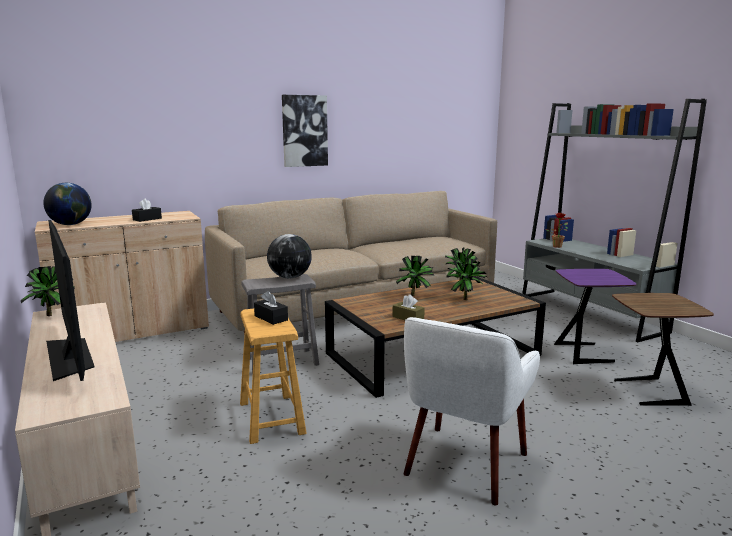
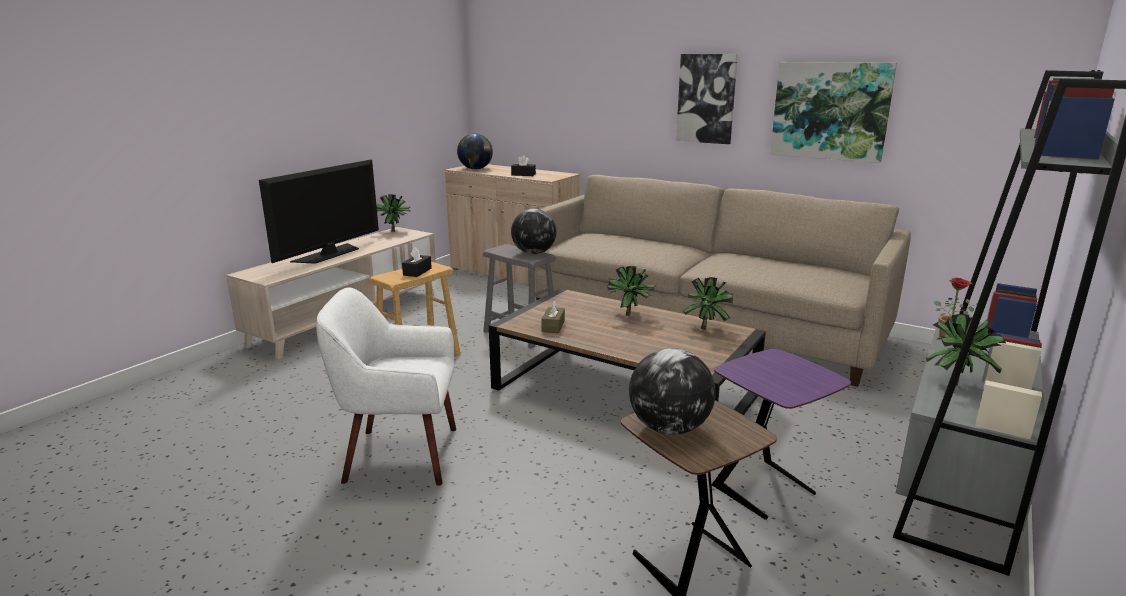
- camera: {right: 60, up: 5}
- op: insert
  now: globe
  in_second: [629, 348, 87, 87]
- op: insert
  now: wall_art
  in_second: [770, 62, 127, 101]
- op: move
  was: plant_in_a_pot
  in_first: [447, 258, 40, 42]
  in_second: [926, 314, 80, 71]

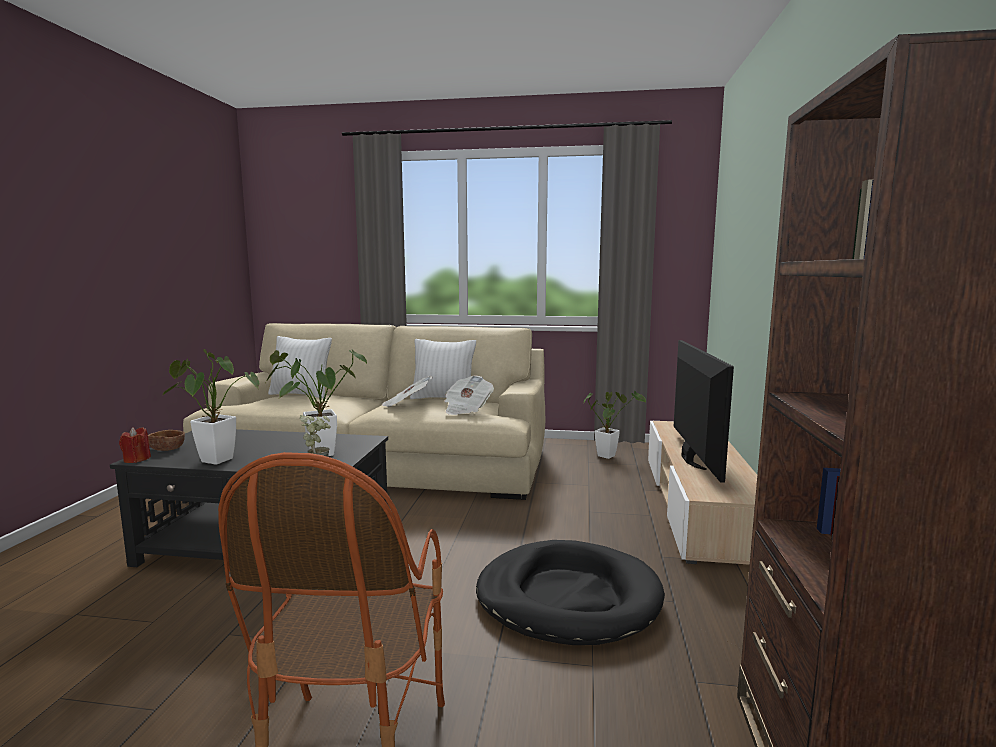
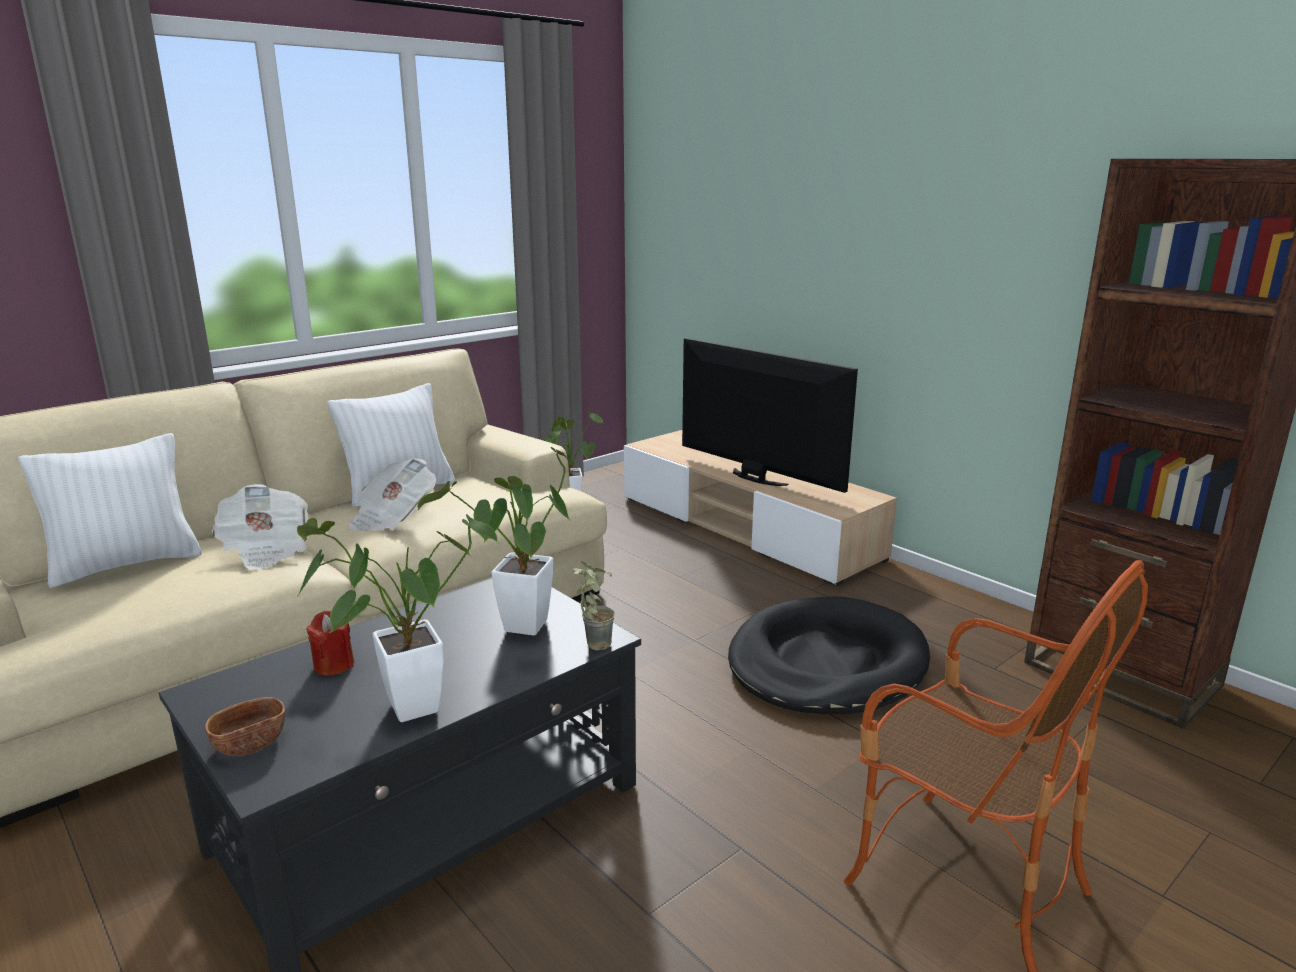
- camera: {right: -50, up: 10}
- op: move
  was: newspaper
  in_first: [444, 376, 50, 39]
  in_second: [212, 484, 97, 86]
- op: move
  was: red_candle
  in_first: [119, 427, 32, 36]
  in_second: [306, 611, 48, 65]

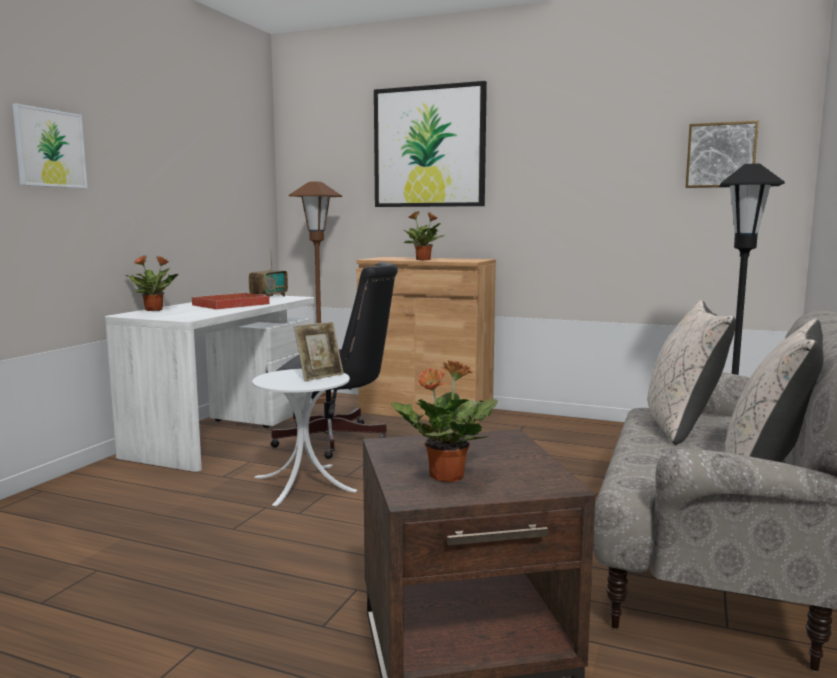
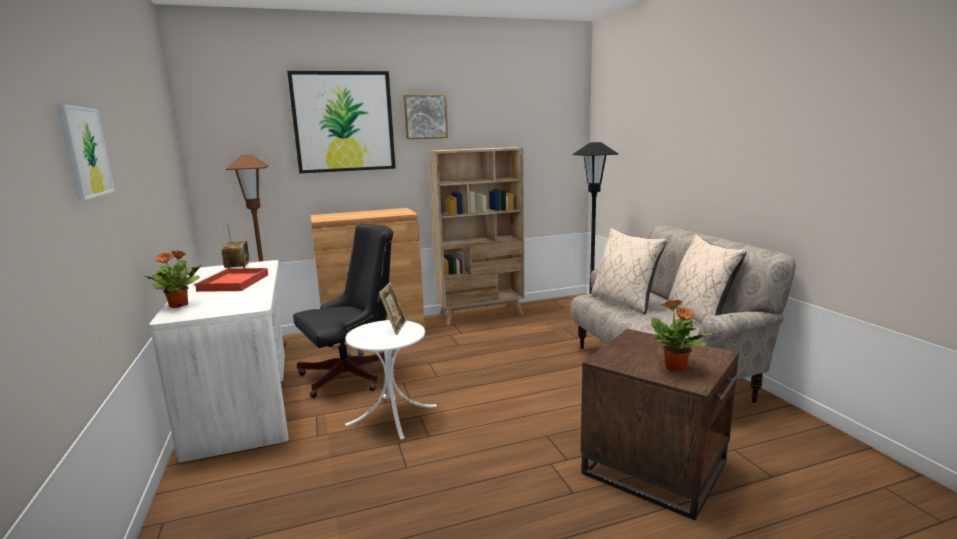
- camera: {right: -40, up: 5}
- op: move
  was: wall_art
  in_first: [685, 121, 74, 67]
  in_second: [403, 94, 45, 45]
- op: insert
  now: beige-coloured_shelving_unit
  in_second: [428, 147, 97, 179]
- op: delete
  was: plant_in_a_pot
  in_first: [402, 211, 43, 49]

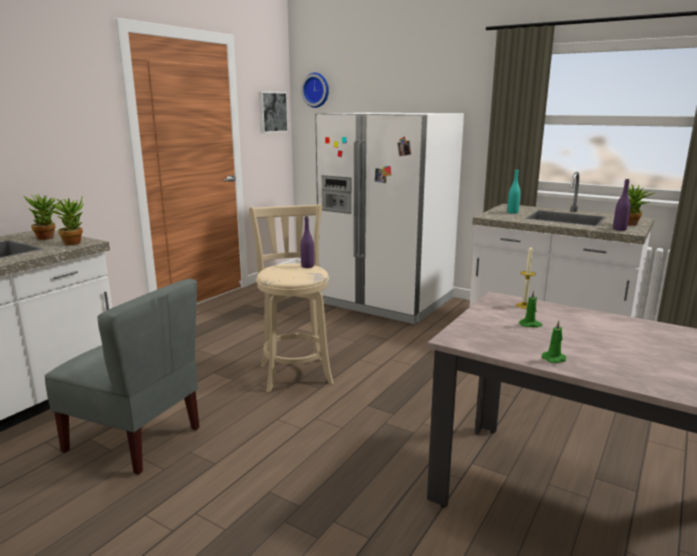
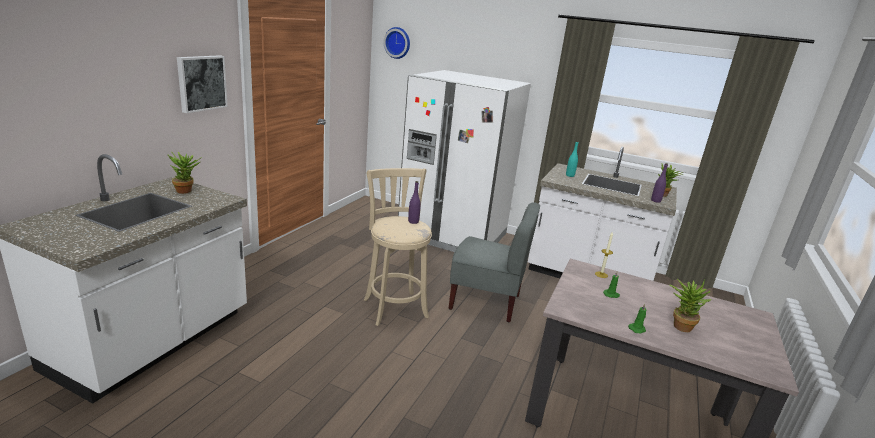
- camera: {right: -10, up: 5}
- op: move
  was: wall_art
  in_first: [258, 91, 30, 42]
  in_second: [177, 55, 51, 58]
- op: move
  was: greyish_plain_chair
  in_first: [45, 279, 154, 196]
  in_second: [448, 202, 92, 120]
- op: move
  was: plant_in_a_pot
  in_first: [48, 198, 36, 47]
  in_second: [669, 279, 43, 53]

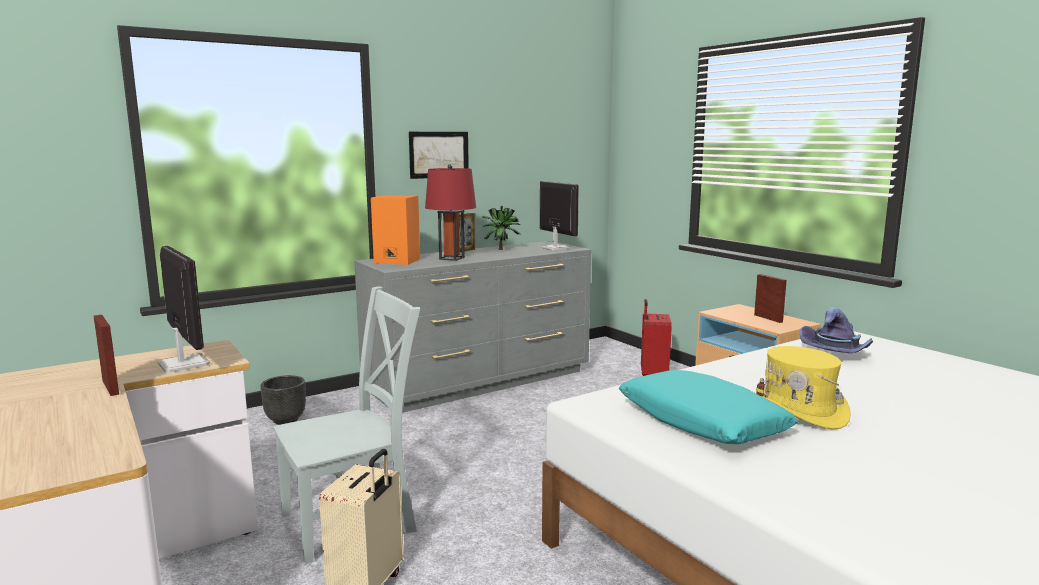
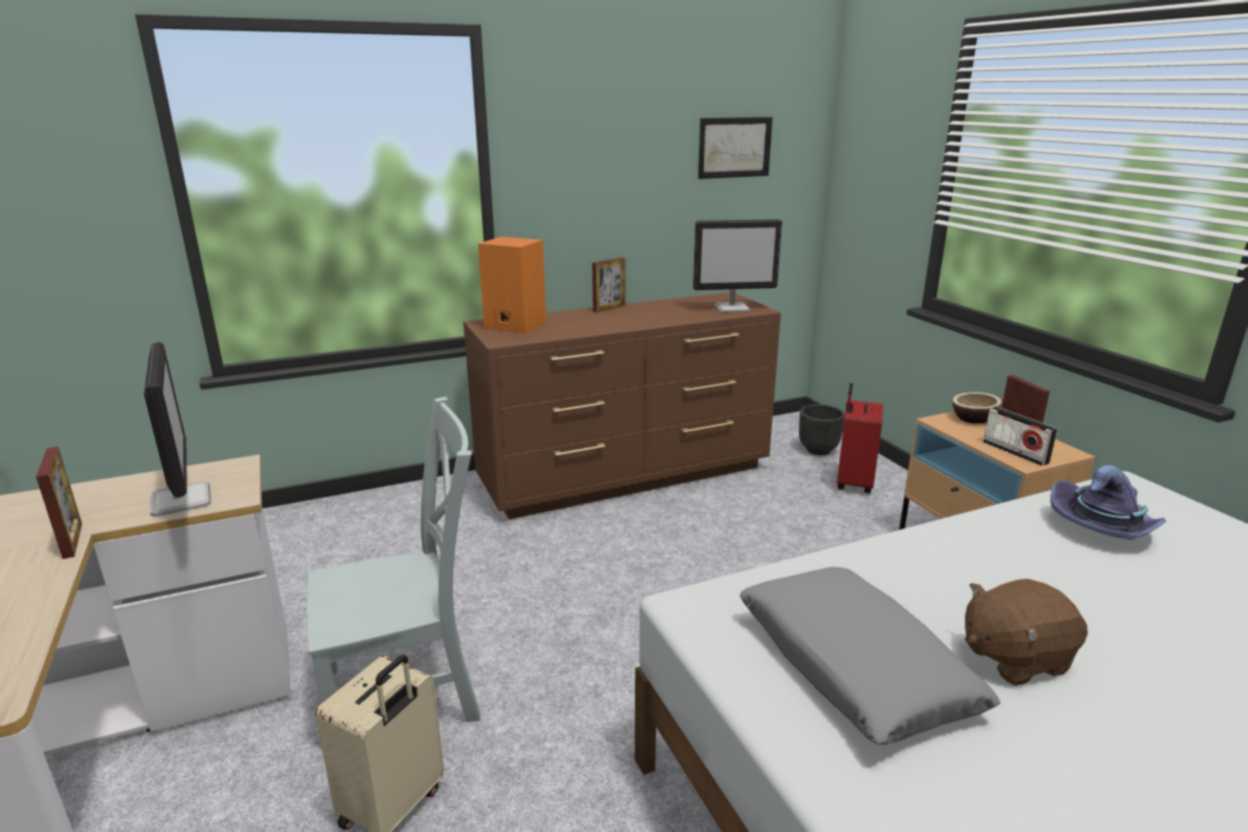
- camera: {right: 10, up: 10}
- op: recolor
  was: greyish_drawer_chest
  now: brown_drawer_chest
  in_first: [354, 241, 237, 172]
  in_second: [463, 292, 318, 227]
- op: rotate
  was: computer_display
  in_first: [540, 181, 39, 70]
  in_second: [693, 219, 89, 93]
  clockwise: 105
- op: move
  was: wall_art
  in_first: [409, 132, 60, 47]
  in_second: [698, 117, 75, 62]
- op: recolor
  was: turquoise-coloured_throw_pillow
  now: greyish_throw_pillow
  in_first: [619, 370, 179, 74]
  in_second: [739, 567, 262, 178]
- op: move
  was: blackish_plant_pot
  in_first: [261, 375, 45, 50]
  in_second: [799, 404, 46, 51]
- op: insert
  now: serving_bowl
  in_second: [952, 392, 50, 32]
- op: replace
  was: yellow_clothing_hat
  now: brown_soft_toy
  in_first: [756, 346, 95, 84]
  in_second: [965, 579, 123, 107]
- op: insert
  now: radio
  in_second: [983, 407, 75, 59]
- op: delete
  was: red_table_lamp
  in_first: [425, 164, 51, 97]
- op: delete
  was: plant_in_a_pot
  in_first: [482, 206, 39, 44]

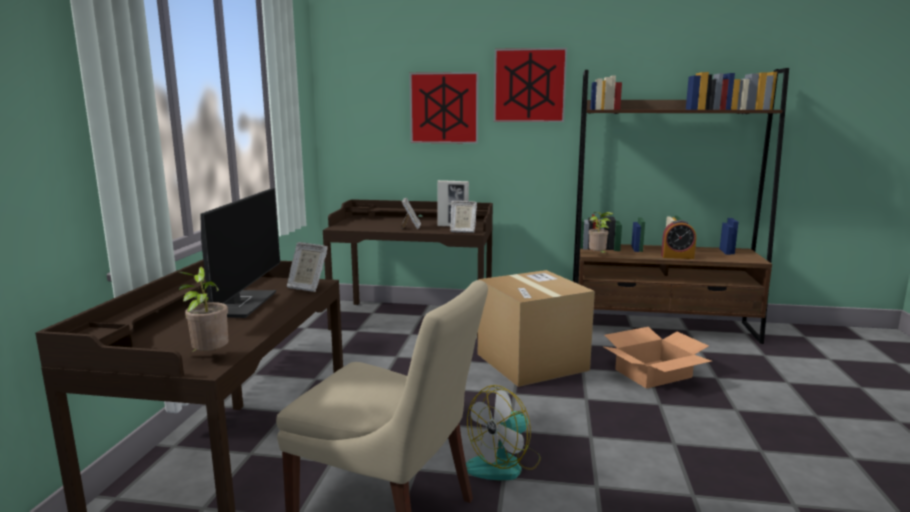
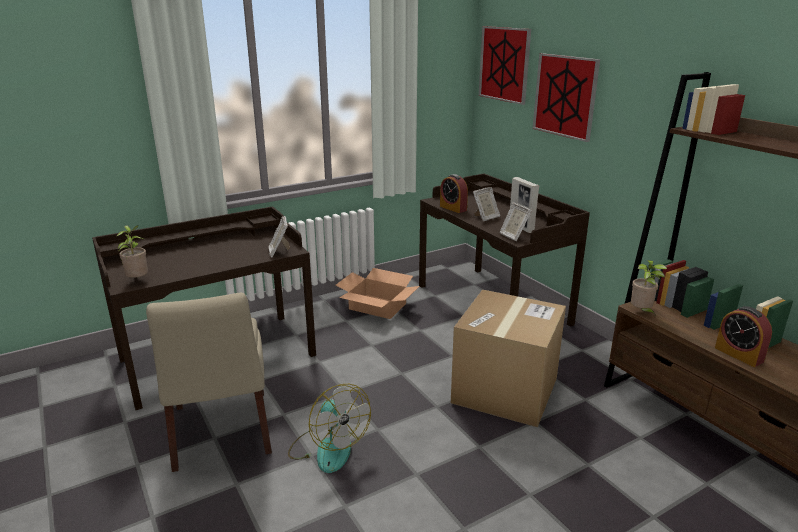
- camera: {right: 50, up: 10}
- op: rotate
  was: cooling_fan
  in_first: [466, 385, 75, 96]
  in_second: [288, 384, 83, 89]
  clockwise: -135
- op: move
  was: carton
  in_first: [602, 327, 109, 62]
  in_second: [336, 268, 83, 51]
- op: insert
  now: alarm_clock
  in_second: [440, 174, 28, 39]
- op: move
  was: wall_art
  in_first: [494, 48, 73, 74]
  in_second: [479, 26, 52, 79]
- op: delete
  was: computer_display
  in_first: [200, 188, 80, 130]

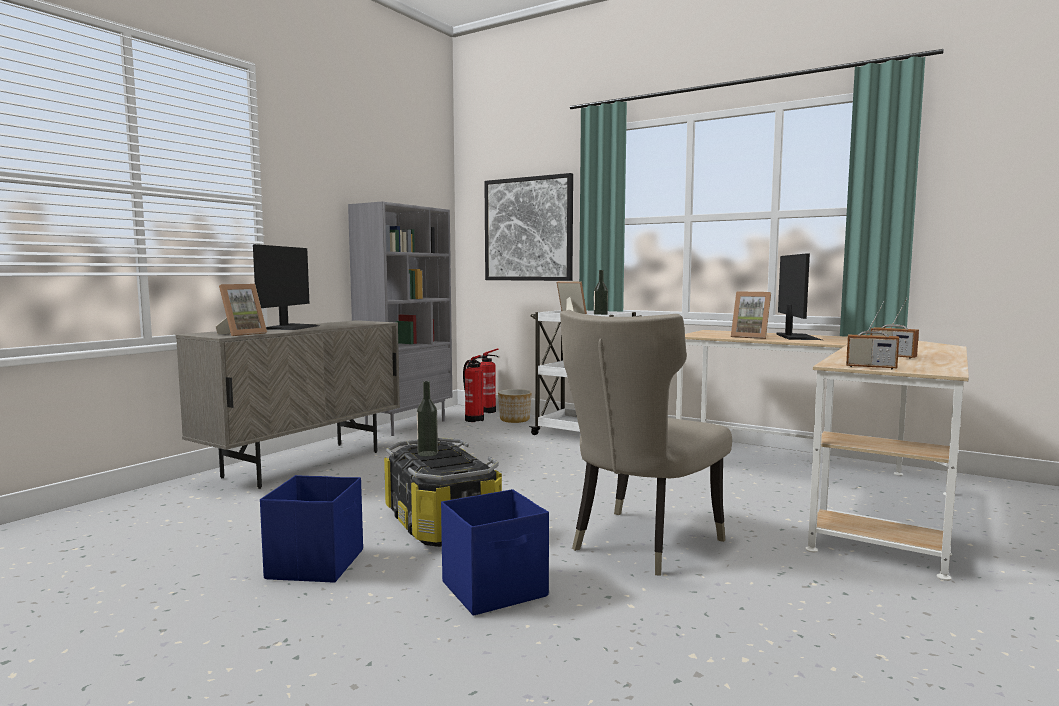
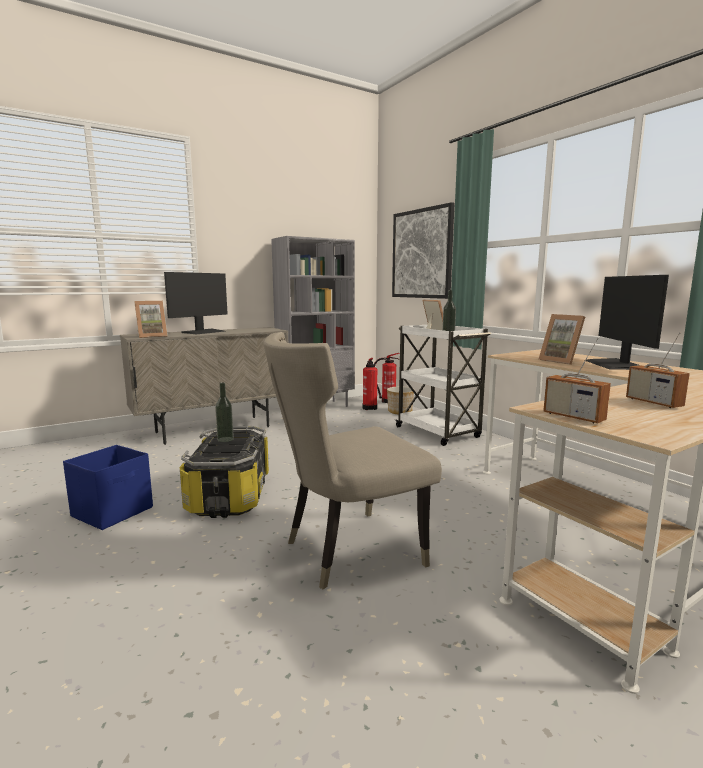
- camera: {right: 25, up: 5}
- op: rotate
  was: computer_display
  in_first: [777, 253, 45, 87]
  in_second: [584, 275, 85, 95]
  clockwise: 150
- op: delete
  was: bluish_storage_bin
  in_first: [441, 489, 108, 127]

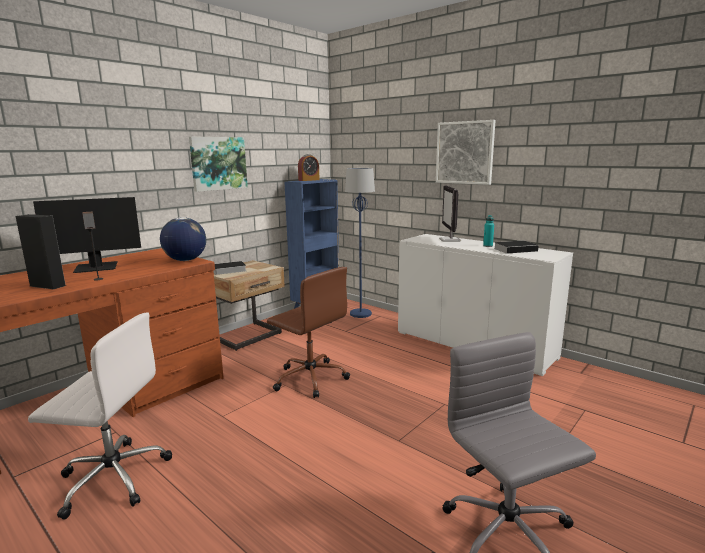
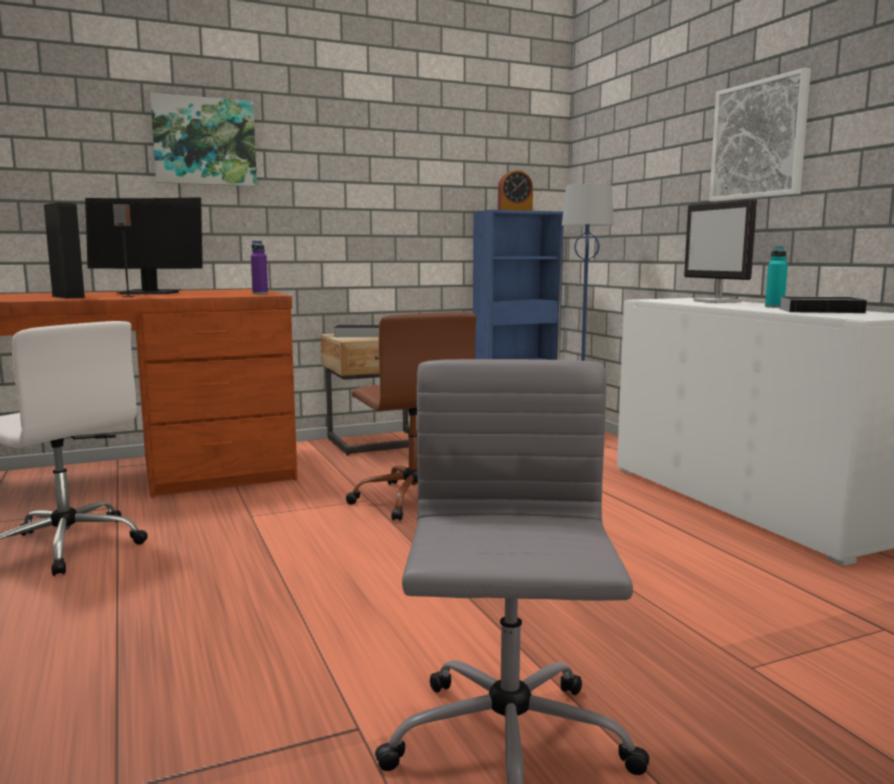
- camera: {right: 25, up: -5}
- op: move
  was: wall_art
  in_first: [189, 137, 59, 55]
  in_second: [150, 93, 107, 93]
- op: replace
  was: globe
  now: purple_beverage_bottle
  in_first: [160, 217, 46, 44]
  in_second: [251, 241, 17, 53]
- op: rotate
  was: computer_display
  in_first: [439, 186, 22, 56]
  in_second: [684, 198, 73, 105]
  clockwise: -45

